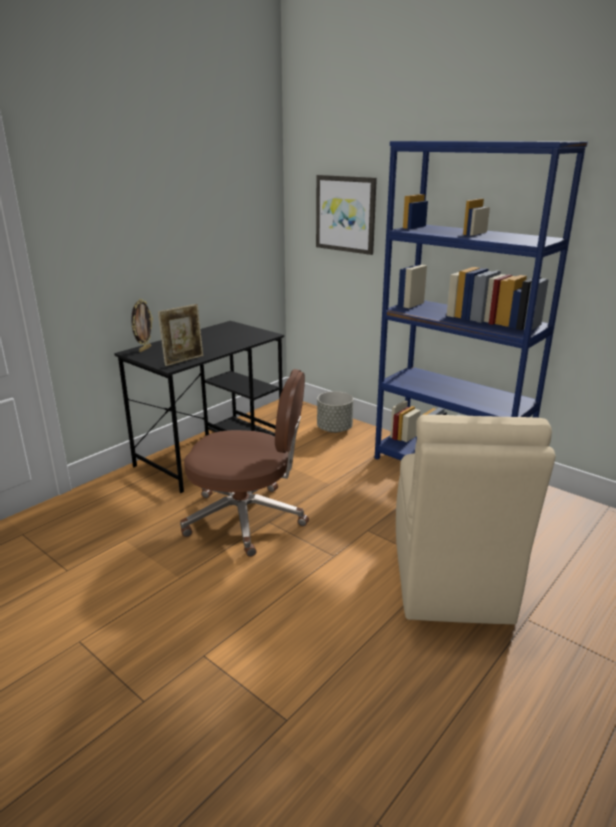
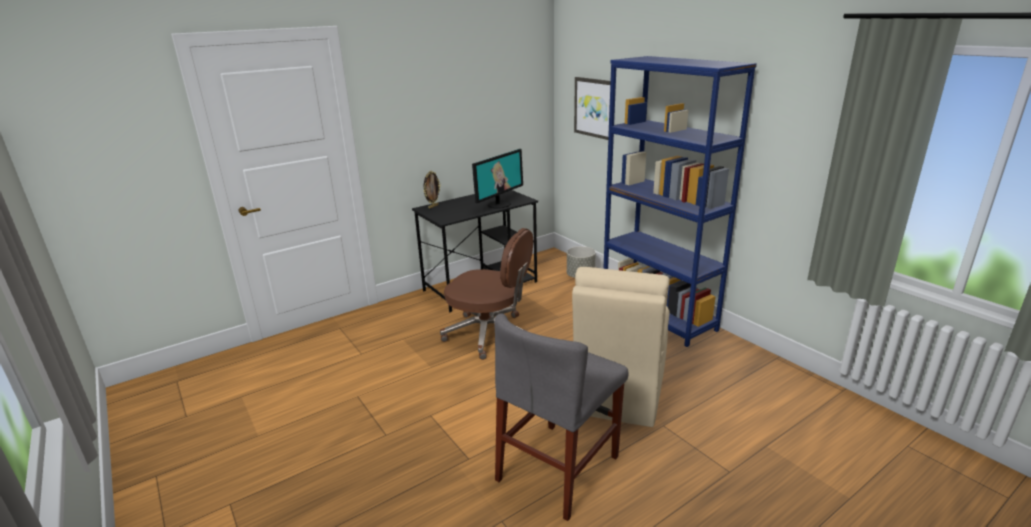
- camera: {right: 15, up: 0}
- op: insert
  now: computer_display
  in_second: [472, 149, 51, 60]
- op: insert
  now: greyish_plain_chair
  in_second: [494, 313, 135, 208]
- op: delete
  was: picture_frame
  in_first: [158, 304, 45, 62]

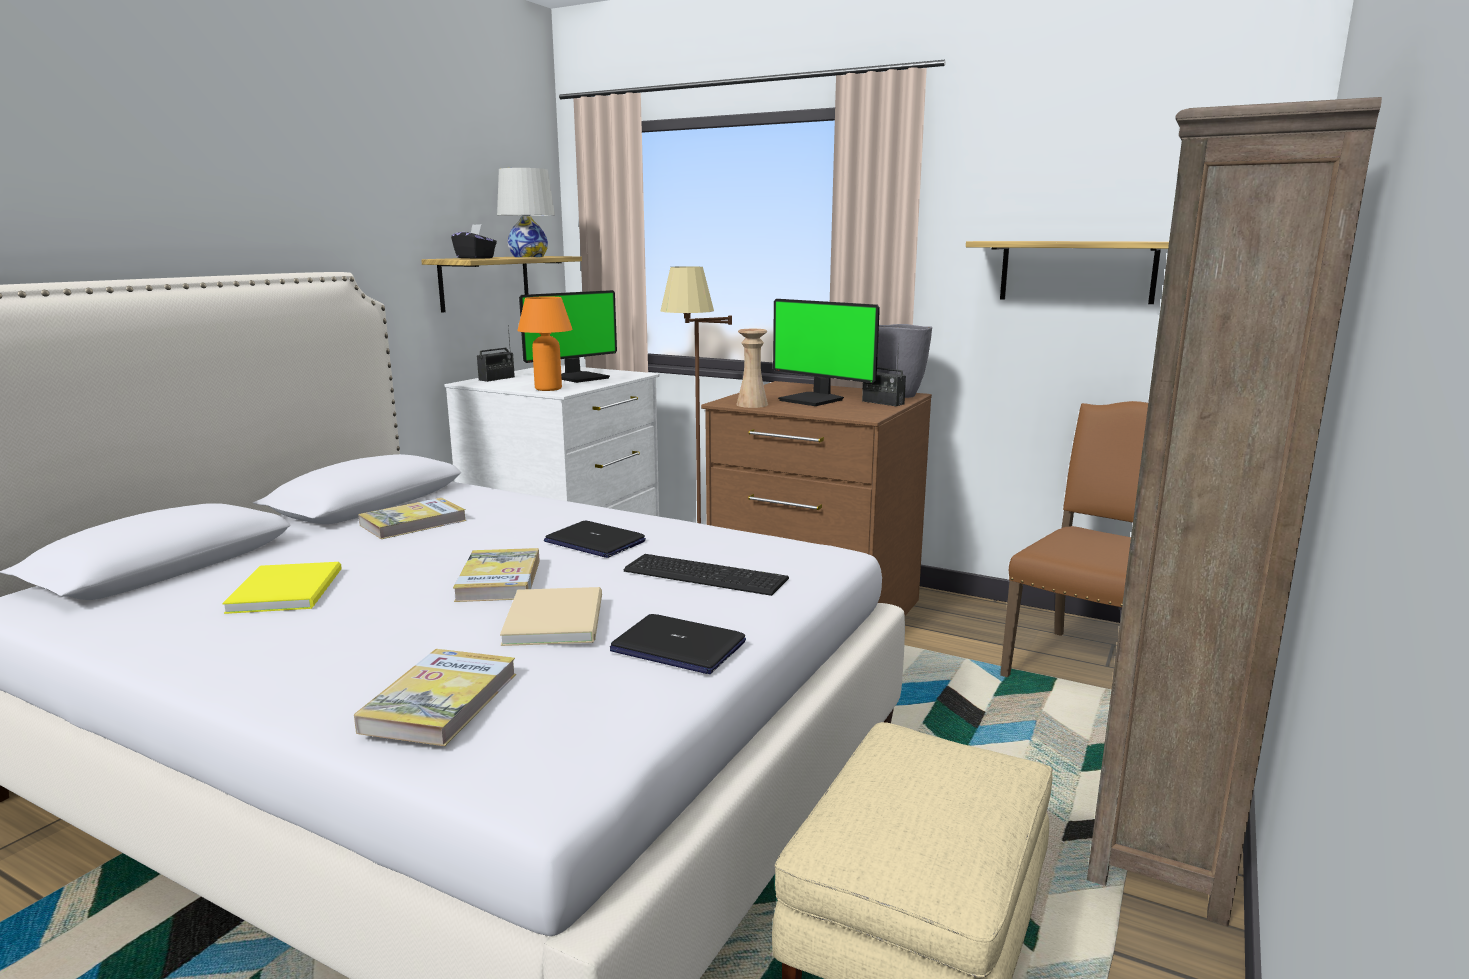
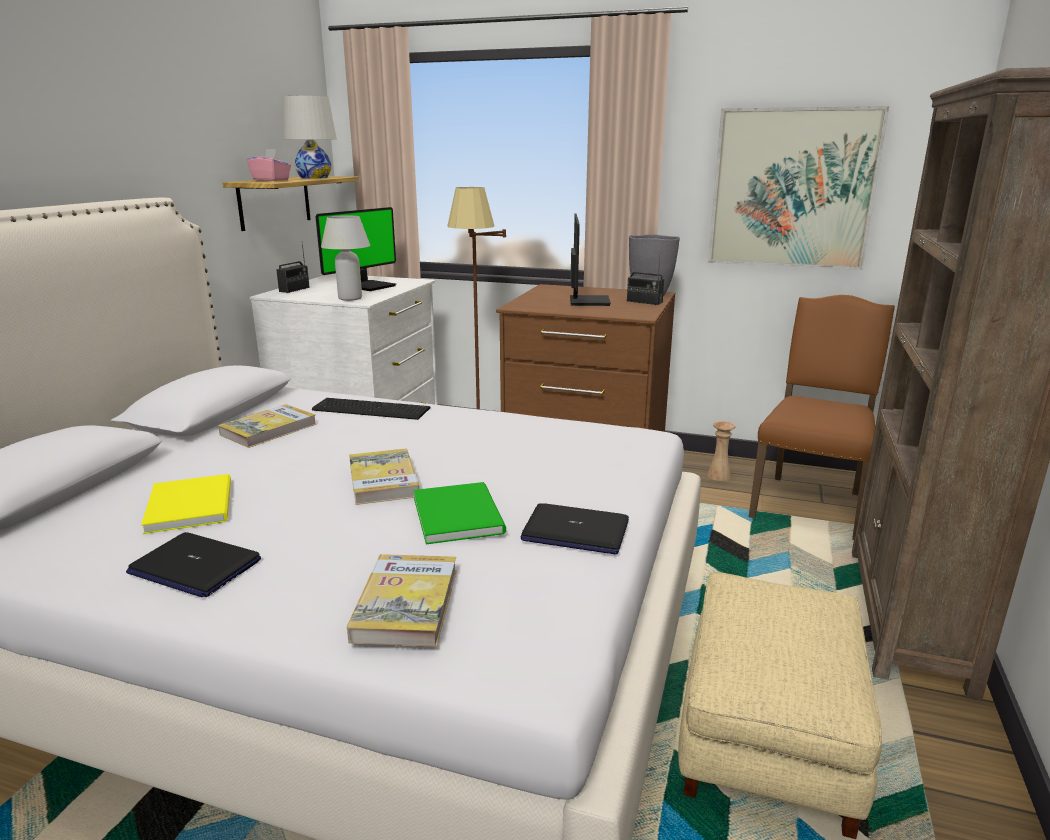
- camera: {right: -10, up: 5}
- op: move
  was: notebook_computer
  in_first: [544, 520, 102, 38]
  in_second: [126, 532, 135, 65]
- op: recolor
  was: blackish_tissue_holder
  now: pink_tissue_holder
  in_first: [451, 224, 46, 35]
  in_second: [247, 149, 44, 32]
- op: move
  was: keyboard
  in_first: [624, 554, 165, 42]
  in_second: [312, 398, 118, 22]
- op: recolor
  was: orangey_table_lamp
  now: white_table_lamp
  in_first: [517, 297, 56, 94]
  in_second: [321, 215, 49, 86]
- op: recolor
  was: beige-coloured_book
  now: green-coloured_book
  in_first: [500, 587, 102, 59]
  in_second: [413, 482, 93, 62]
- op: rotate
  was: computer_display
  in_first: [773, 299, 107, 107]
  in_second: [570, 214, 41, 92]
  clockwise: -120
- op: move
  was: beige-coloured_flower_vase
  in_first: [736, 329, 32, 79]
  in_second: [707, 421, 28, 60]
- op: replace
  was: bracket_shelf
  now: wall_art
  in_first: [966, 241, 203, 63]
  in_second: [708, 106, 181, 164]

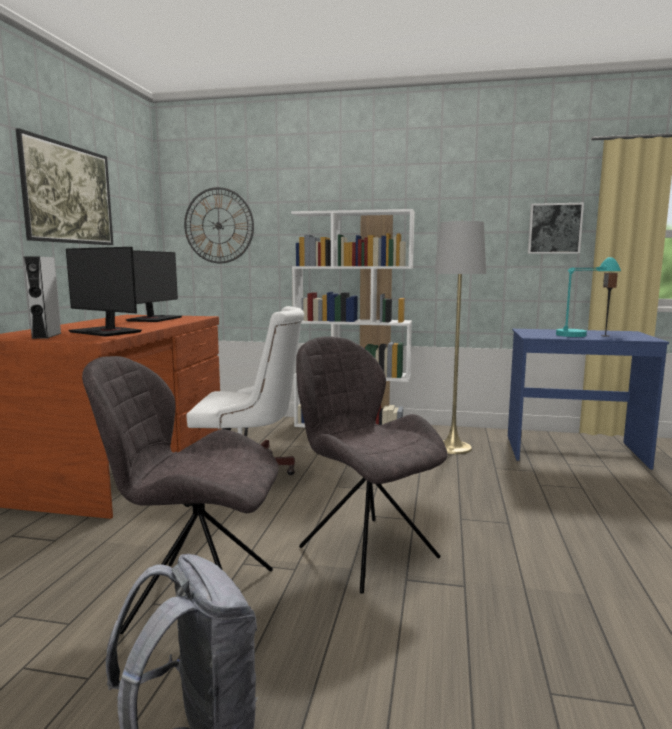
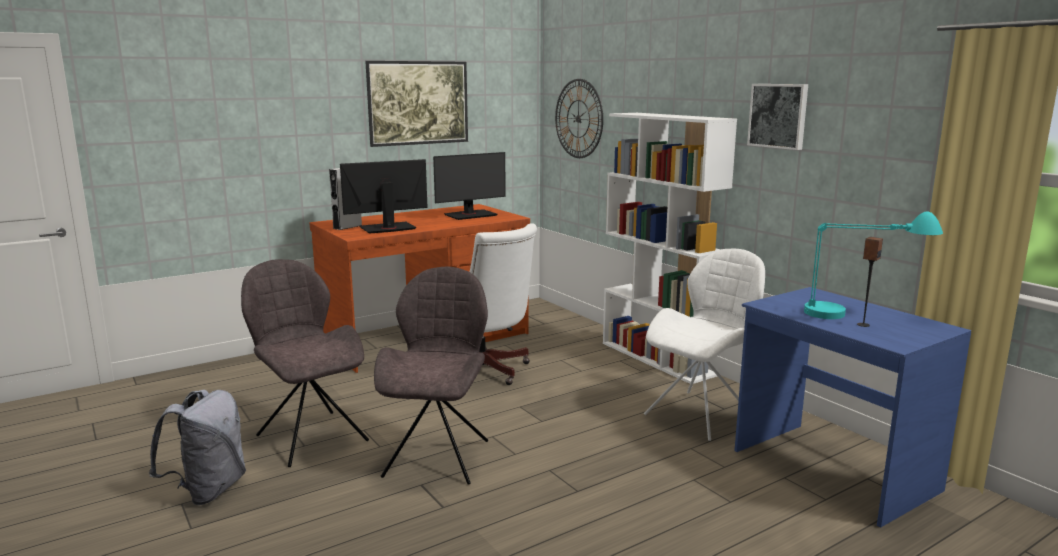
- camera: {right: 45, up: 5}
- op: rotate
  was: computer_display
  in_first: [66, 247, 76, 89]
  in_second: [340, 159, 88, 75]
  clockwise: 75
- op: replace
  was: greyish_standard_lamp
  now: white_plain_chair
  in_first: [434, 221, 52, 233]
  in_second: [644, 249, 121, 192]
- op: move
  was: wall_art
  in_first: [528, 203, 56, 51]
  in_second: [747, 84, 61, 66]

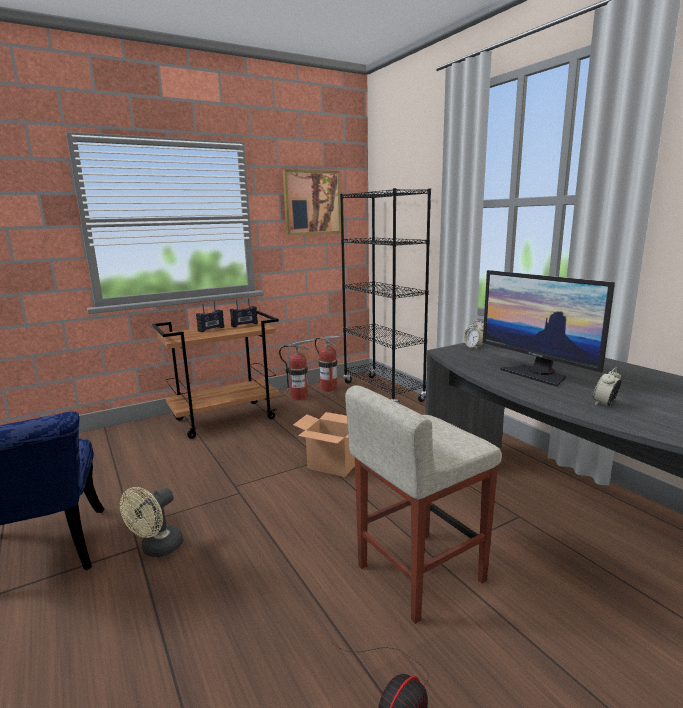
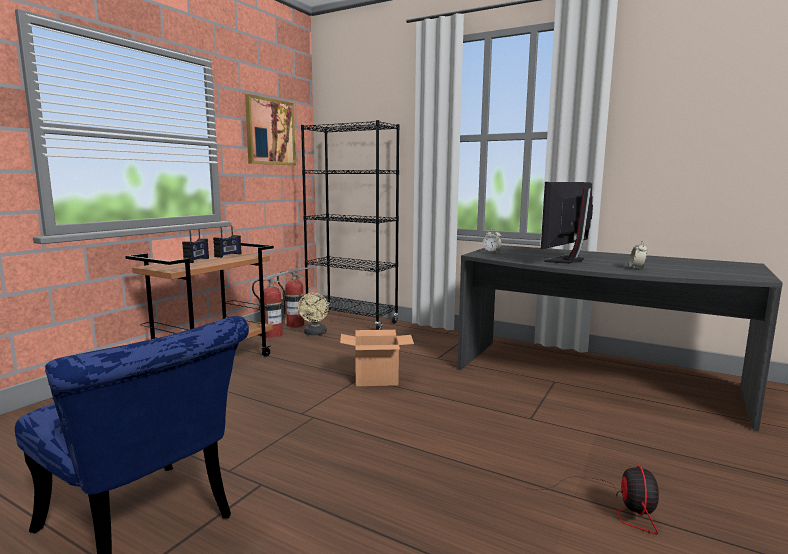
- camera: {right: -30, up: -5}
- op: move
  was: beige-coloured_cooling_fan
  in_first: [120, 487, 64, 70]
  in_second: [298, 292, 31, 43]
- op: rotate
  was: computer_display
  in_first: [483, 270, 132, 117]
  in_second: [541, 182, 52, 82]
  clockwise: 105
- op: delete
  was: beige-coloured_sitting_stool
  in_first: [345, 385, 157, 239]

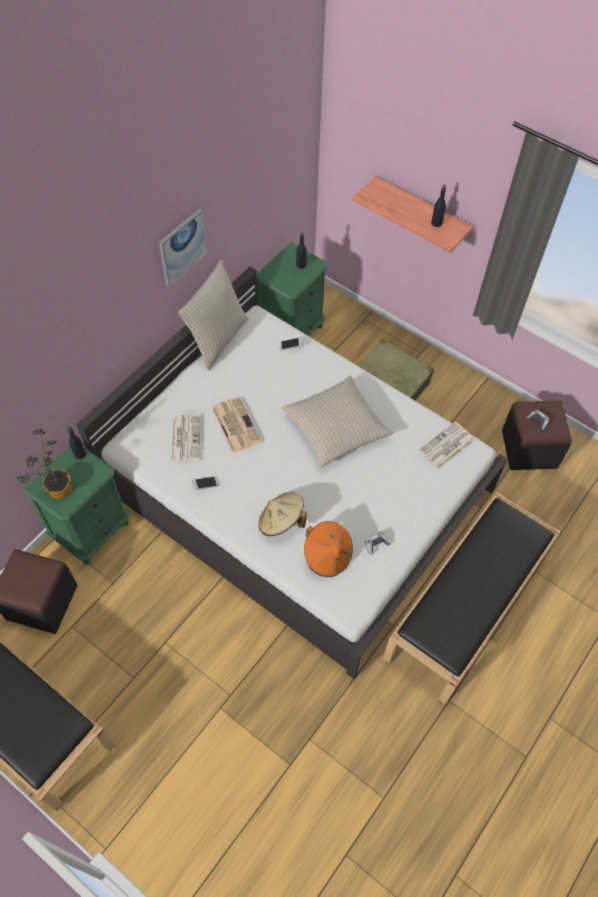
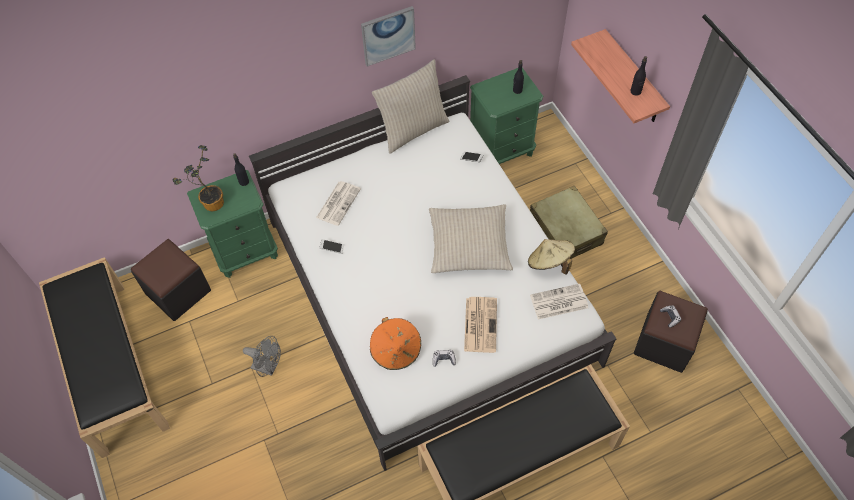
- camera: {right: 30, up: 0}
- op: insert
  now: greyish_cooling_fan
  in_second: [243, 336, 38, 41]
- op: move
  was: newspaper
  in_first: [212, 397, 50, 56]
  in_second: [464, 297, 33, 56]
- op: move
  was: beige-coloured_clothing_hat
  in_first: [258, 492, 49, 44]
  in_second: [528, 239, 47, 36]

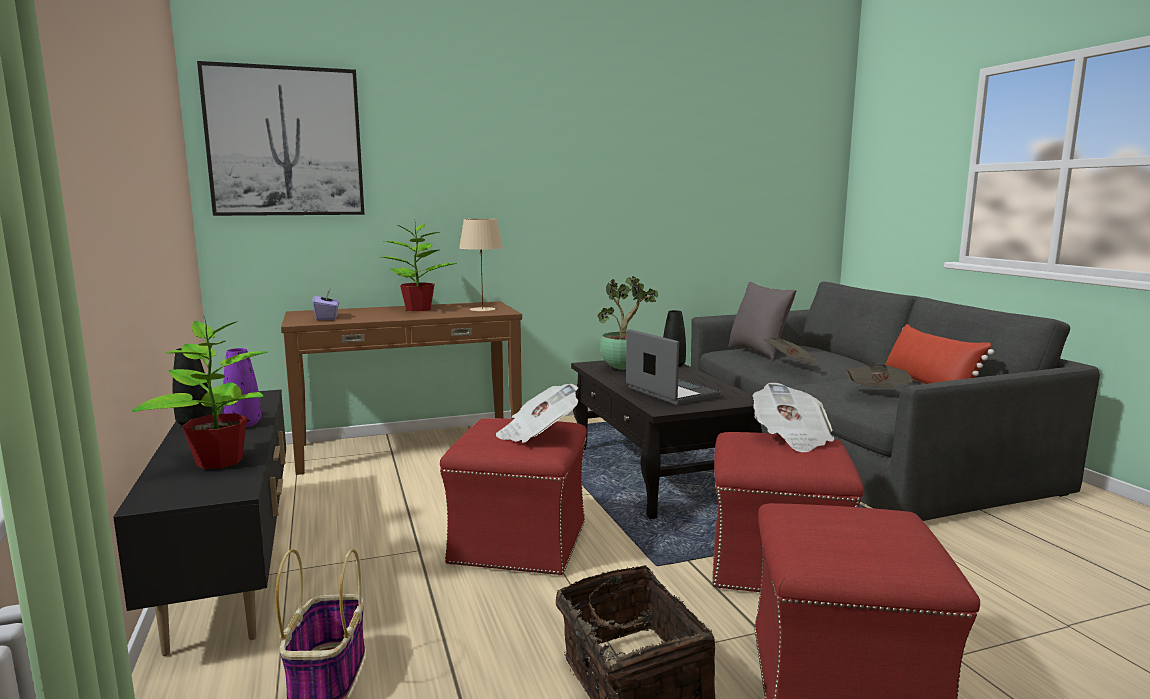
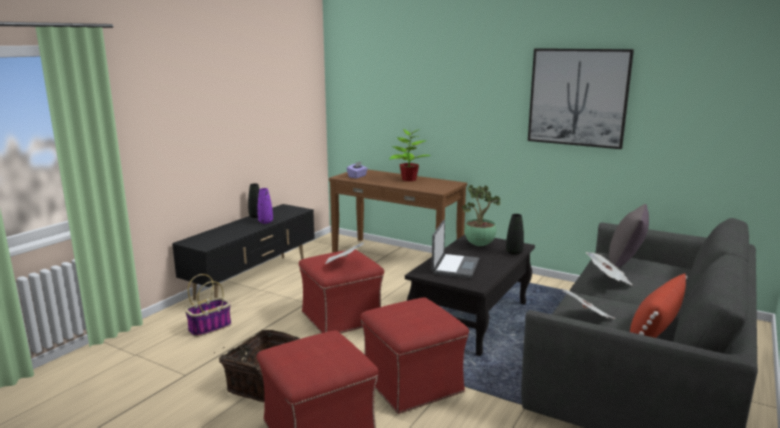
- camera: {right: 50, up: 5}
- op: move
  was: wall_art
  in_first: [197, 61, 168, 155]
  in_second: [528, 48, 106, 101]
- op: delete
  was: plant_in_a_pot
  in_first: [132, 315, 135, 154]
- op: delete
  was: beige-coloured_table_lamp
  in_first: [459, 219, 44, 92]
- op: delete
  was: newspaper
  in_first: [753, 383, 82, 70]

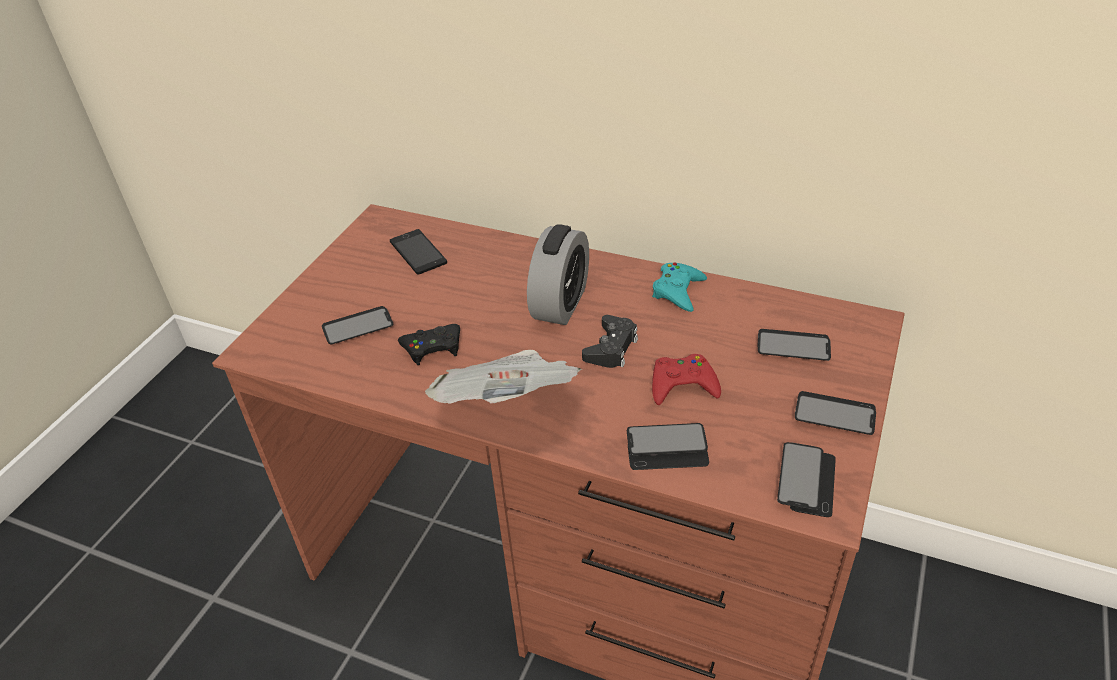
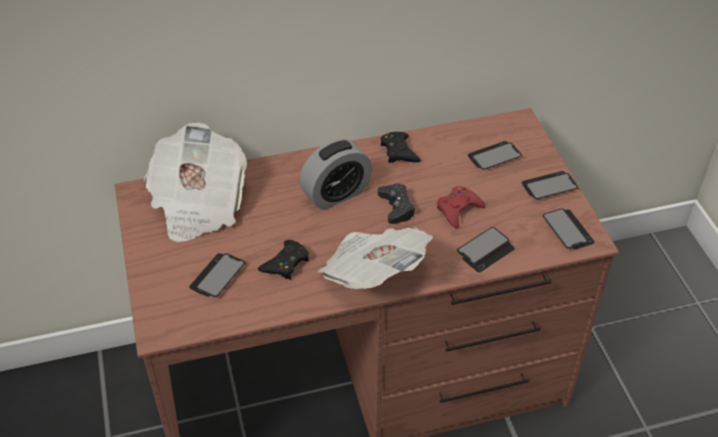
- camera: {right: -40, up: 5}
- op: replace
  was: handset
  now: newspaper
  in_first: [390, 229, 57, 45]
  in_second: [144, 123, 103, 119]
- op: rotate
  was: alarm_clock
  in_first: [527, 224, 62, 101]
  in_second: [300, 139, 72, 71]
  clockwise: 75
- op: recolor
  was: turquoise-coloured_gamepad
  now: blackish_gamepad
  in_first: [652, 262, 55, 50]
  in_second: [380, 132, 41, 31]

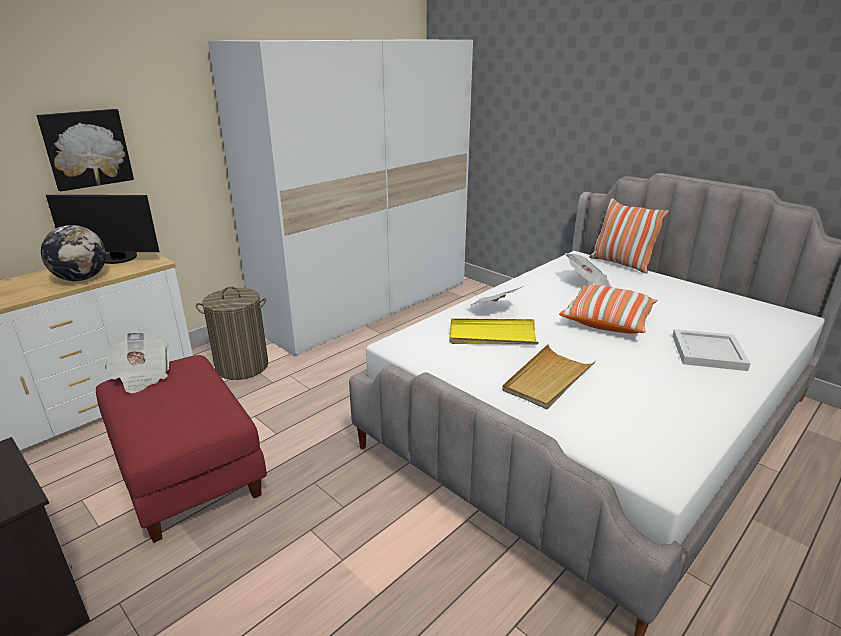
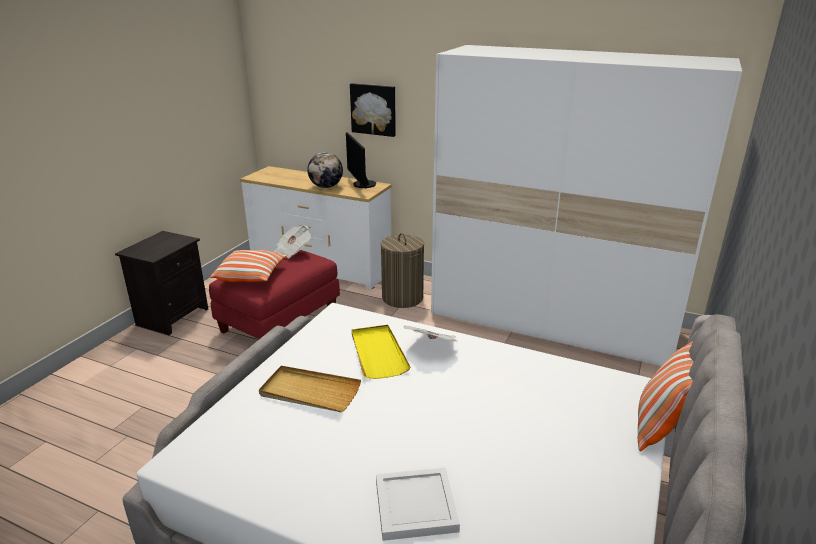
- camera: {right: 70, up: 0}
- op: move
  was: throw_pillow
  in_first: [559, 285, 99, 49]
  in_second: [210, 250, 77, 32]
- op: delete
  was: newspaper
  in_first: [565, 253, 46, 34]

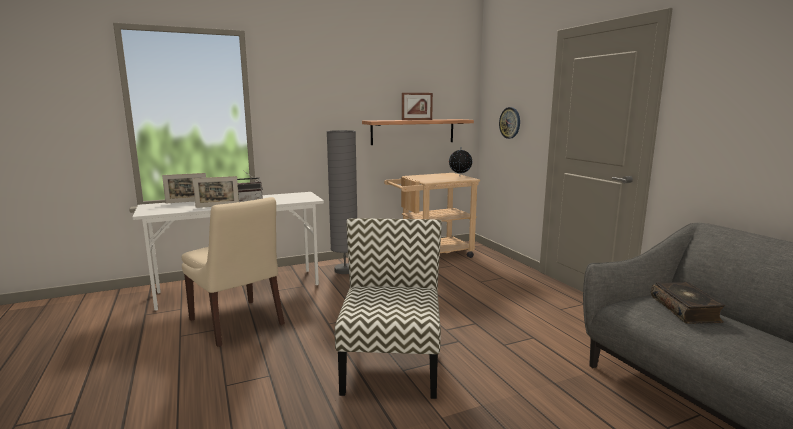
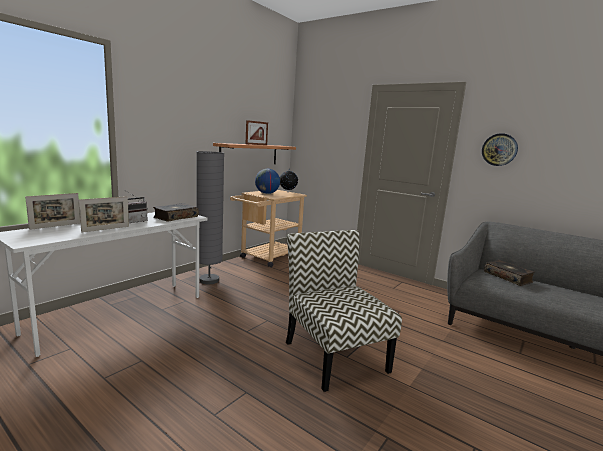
- camera: {right: -30, up: 0}
- op: insert
  now: book
  in_second: [153, 203, 46, 19]
- op: insert
  now: globe
  in_second: [255, 169, 25, 25]
- op: move
  was: wall_clock
  in_first: [499, 107, 21, 32]
  in_second: [482, 133, 36, 33]
- op: delete
  was: beige-coloured_plain_chair
  in_first: [182, 197, 103, 150]

